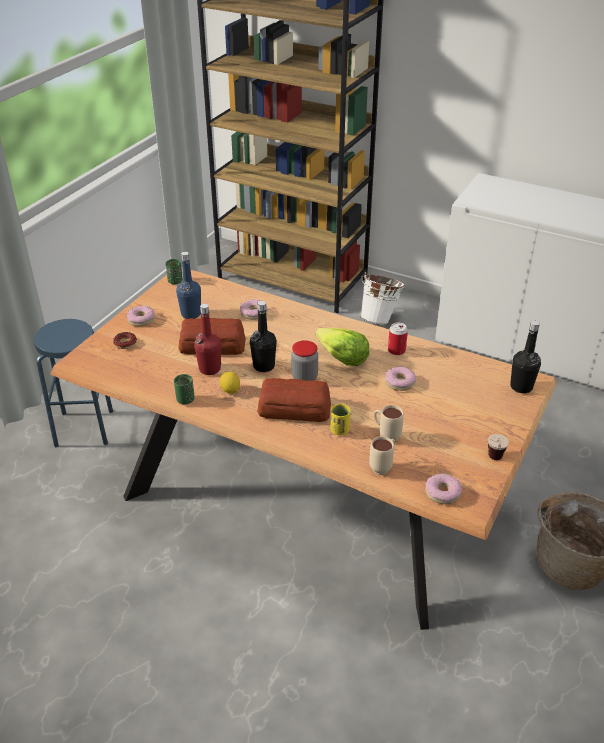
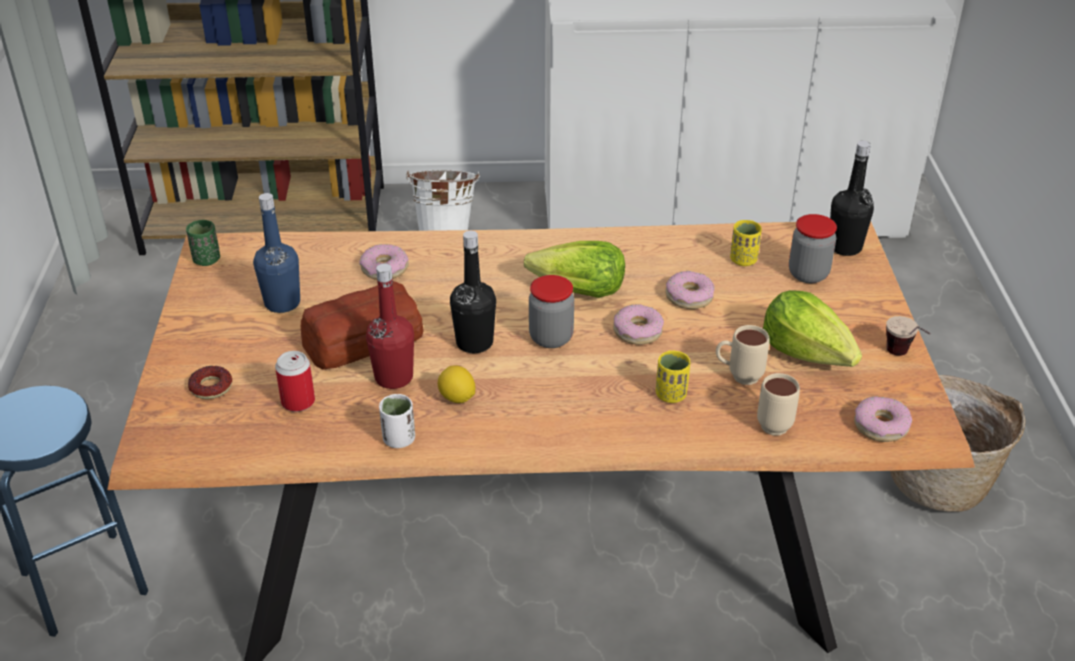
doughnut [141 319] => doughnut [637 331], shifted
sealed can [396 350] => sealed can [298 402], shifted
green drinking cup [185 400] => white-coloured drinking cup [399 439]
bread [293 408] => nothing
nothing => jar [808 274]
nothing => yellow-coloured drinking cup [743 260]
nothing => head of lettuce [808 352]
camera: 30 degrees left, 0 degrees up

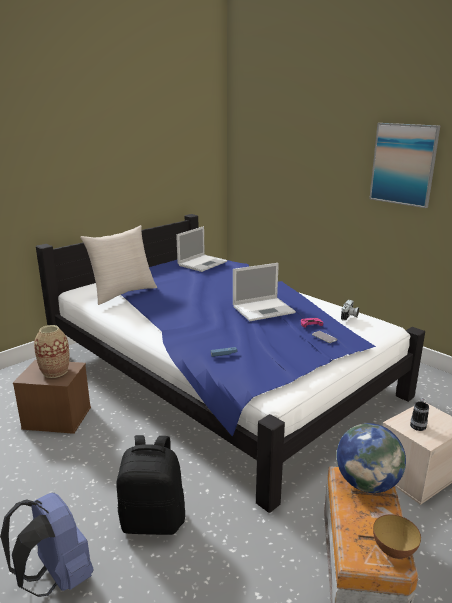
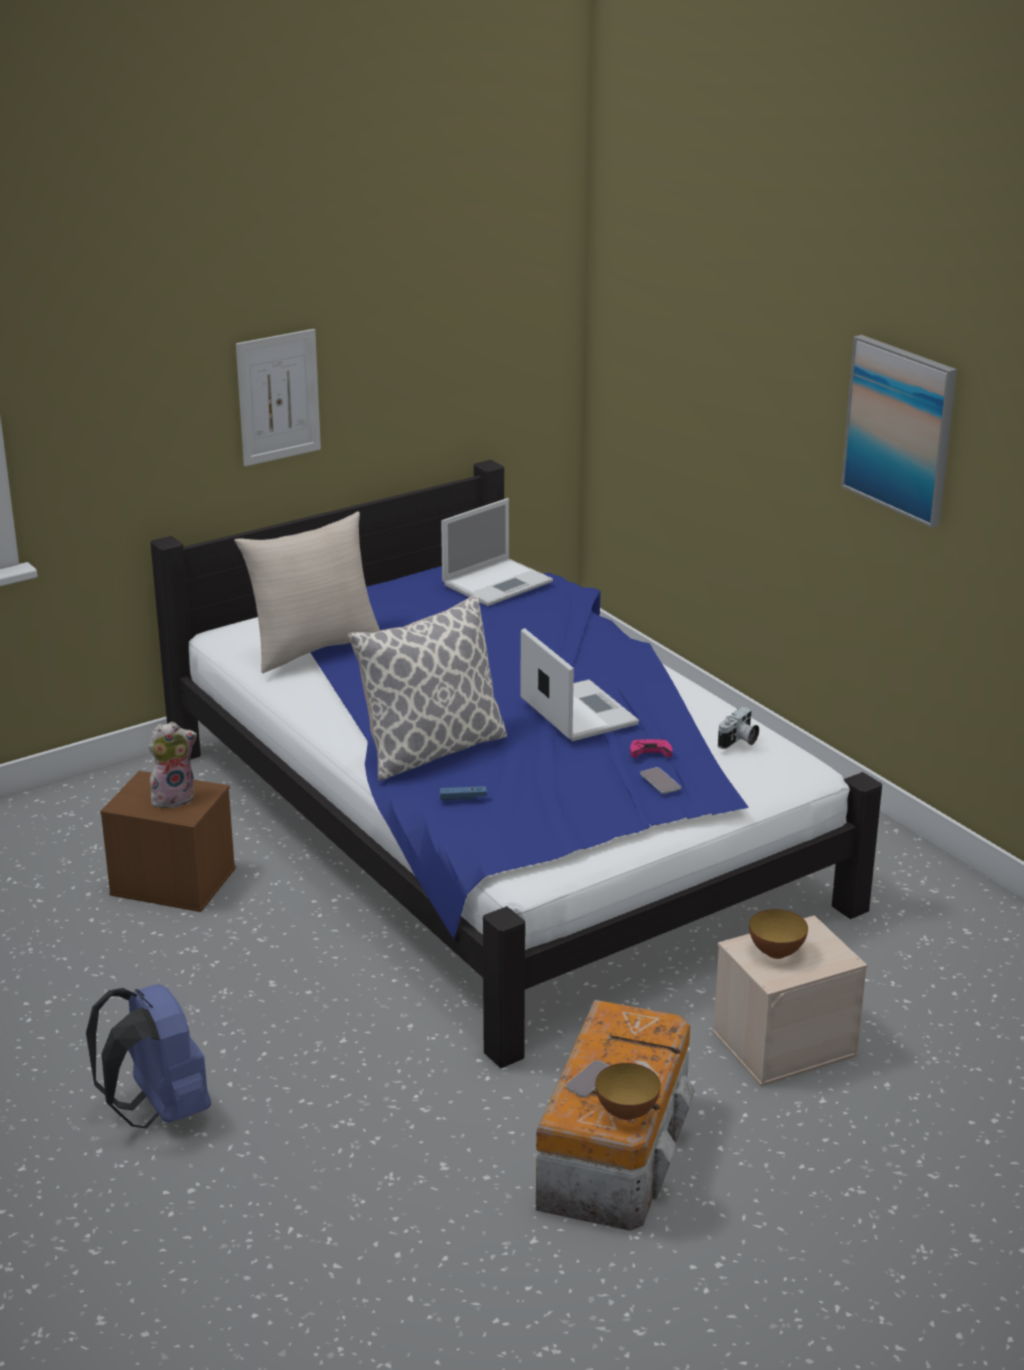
laptop [264 309] => laptop [577 711], 105 degrees counterclockwise
vase [55 371] => plush toy [173 797]
tea mug [418 424] => serving bowl [776 953]
world globe [367 483] => nothing
blackish backpack [153 520] => nothing
nothing => picture [278 397]
nothing => cushion [431 750]
nothing => telephone [590 1079]
camera: 10 degrees right, 5 degrees up

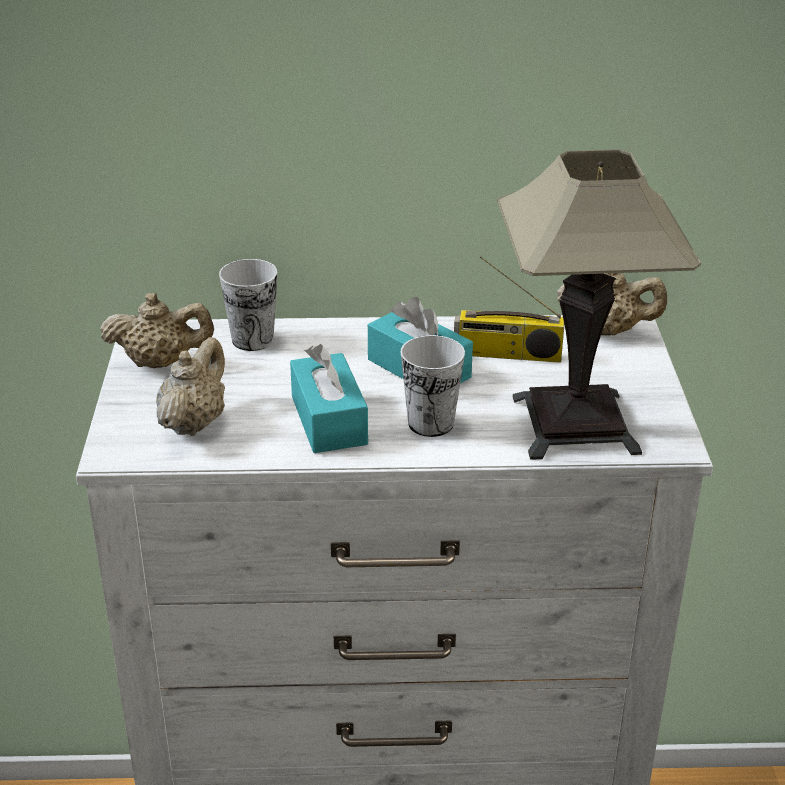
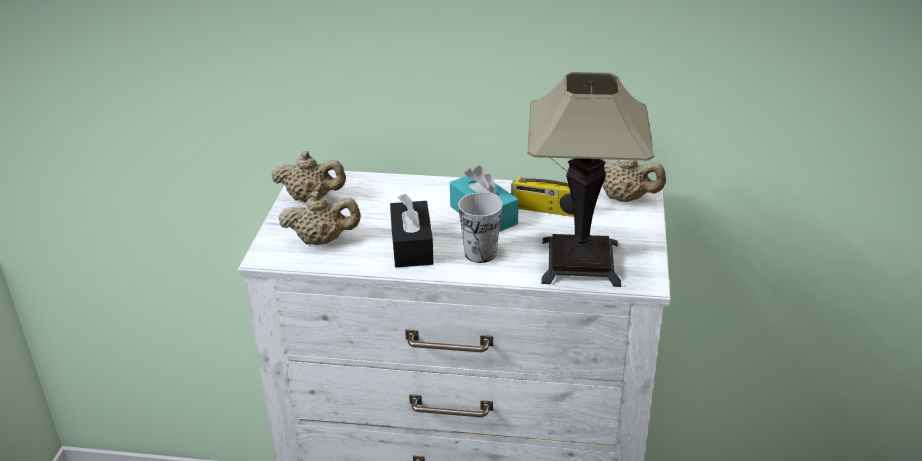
drinking cup [252 340] => nothing
beige teapot [194 423] => beige teapot [322 241], 60 degrees clockwise
blue-green box of tissues [329 420] => blackish box of tissues [412 246]
camera: 10 degrees right, 0 degrees up

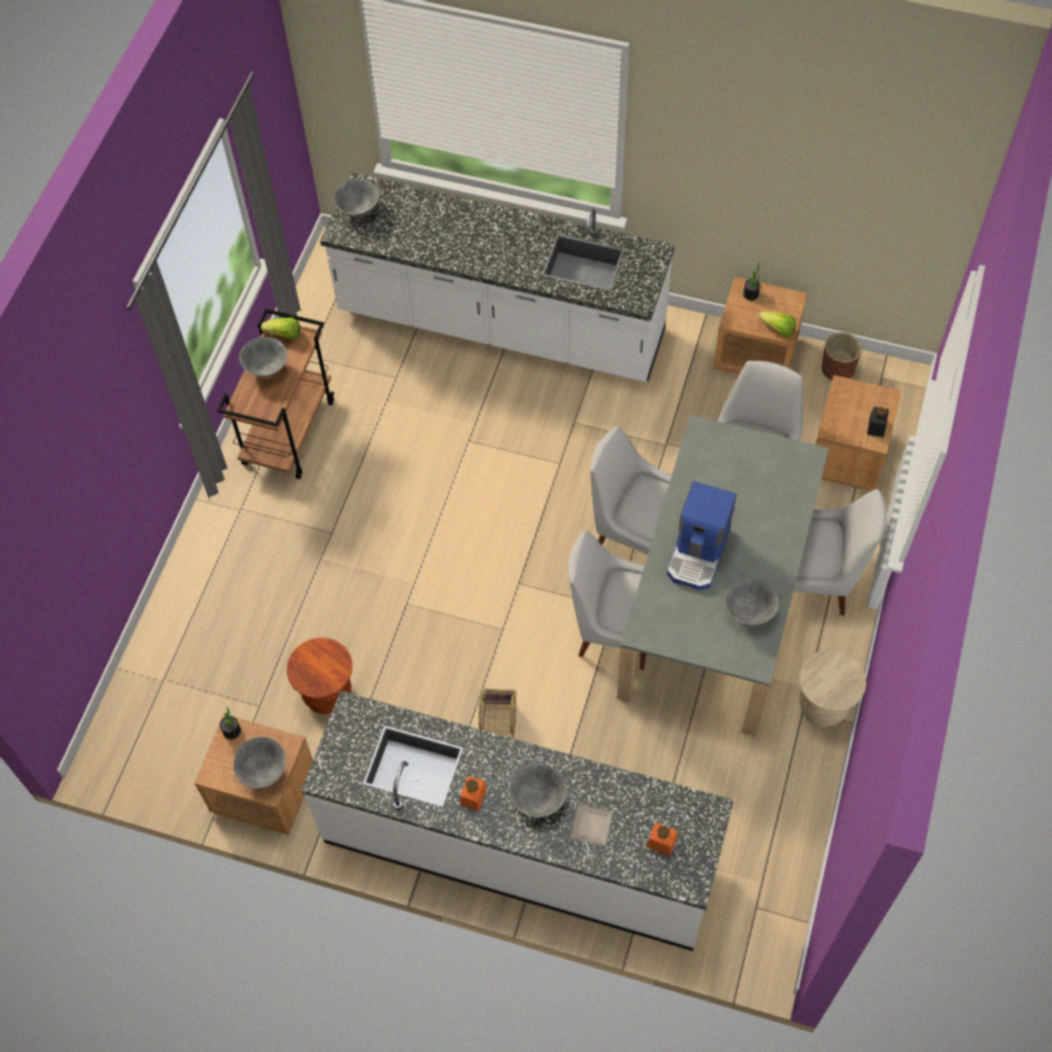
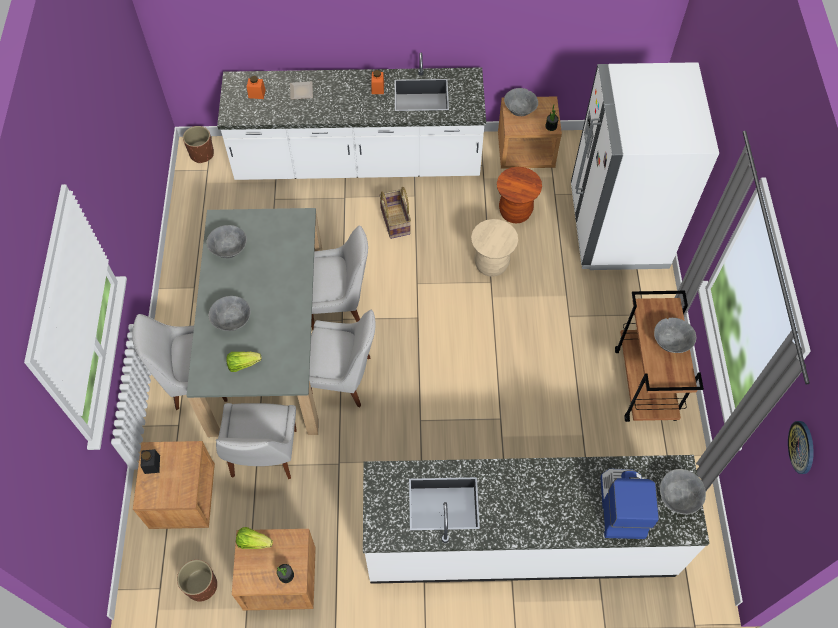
head of lettuce [284 335] => head of lettuce [243 364], shifted
coffee maker [699 553] => coffee maker [621 505], shifted
beige sitting stool [822 707] => beige sitting stool [491 264], shifted
grey serving bowl [537 799] => grey serving bowl [233 322], shifted
nothing => white-coloured fridge [617 227]
nothing => brown plant pot [202 154]
nothing => clock on the wall [802 447]
camera: 160 degrees right, 0 degrees up

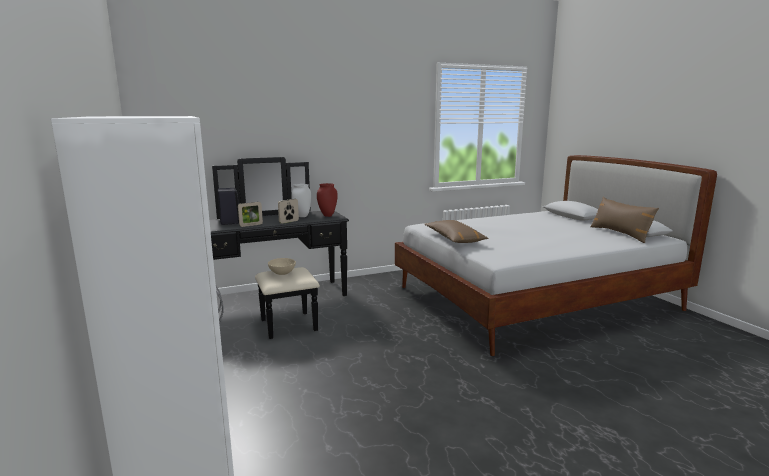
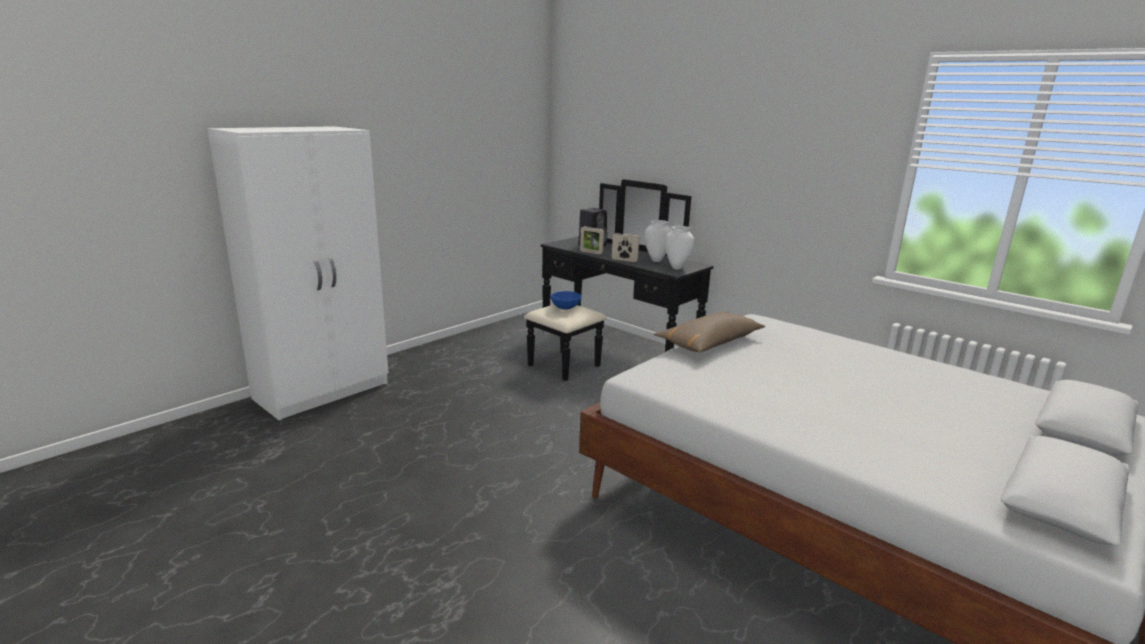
red vase [328 215] => white-coloured vase [677 268]
brown cushion [620 234] => nothing
beige serving bowl [282 273] => blue-coloured serving bowl [566 308]
camera: 65 degrees right, 5 degrees up

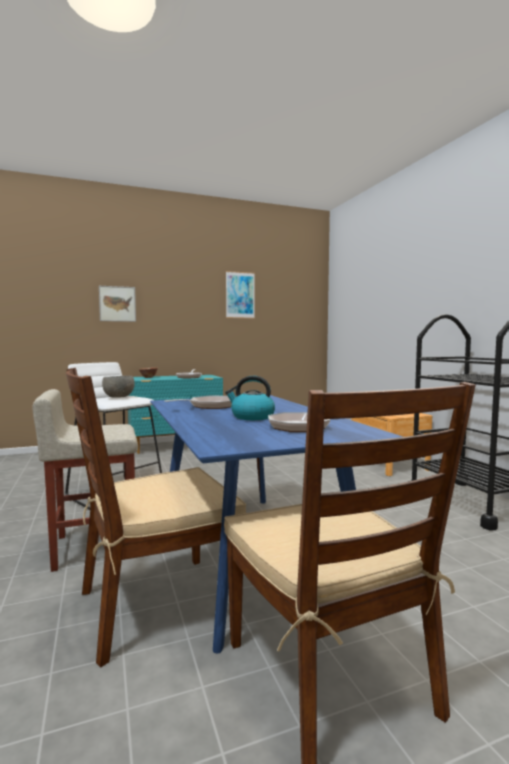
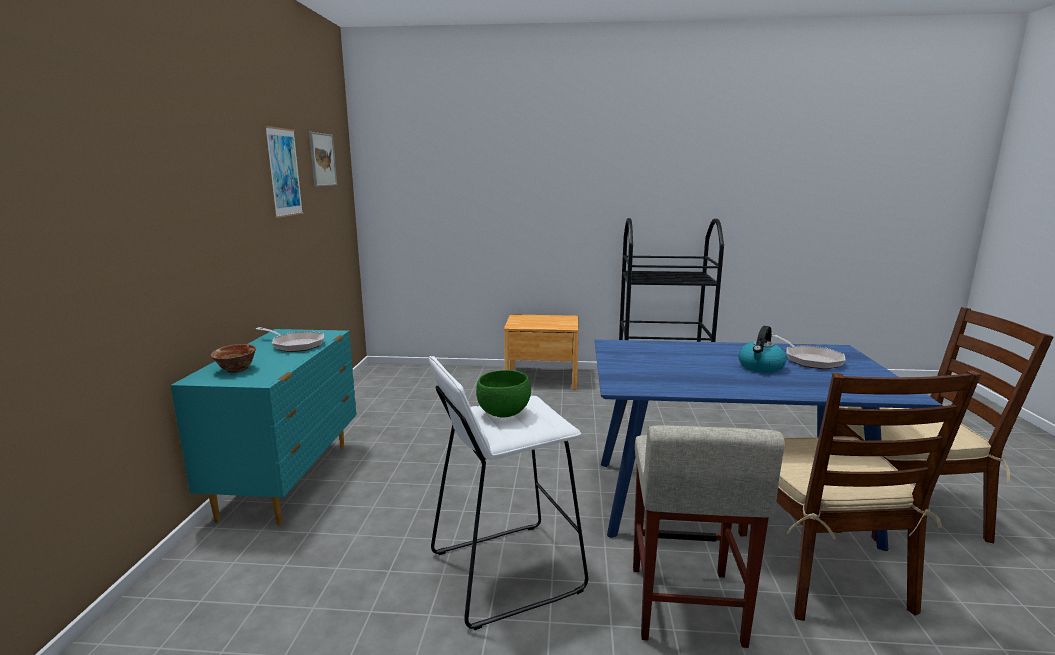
picture [117 304] => picture [322 159], shifted
grey serving bowl [119 397] => green serving bowl [503 413]
pan [210 406] => nothing
camera: 65 degrees left, 10 degrees up

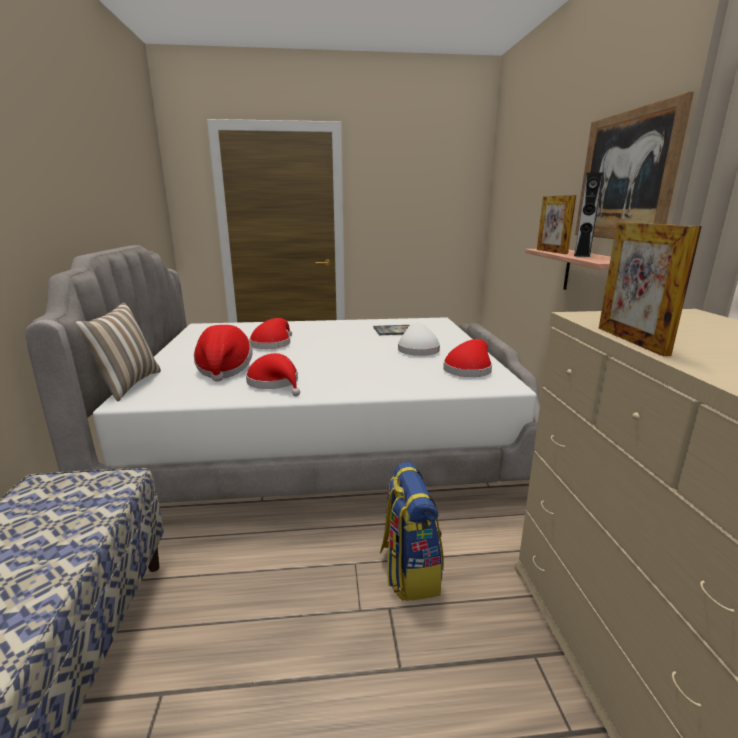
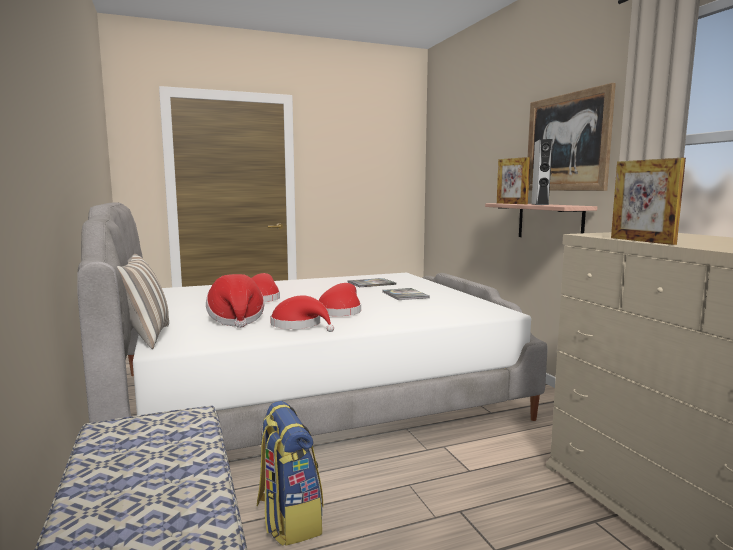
white-coloured wearable hat [417 349] => bound book [405 295]
red wearable hat [468 369] => red wearable hat [340 311], shifted
backpack [409 571] => backpack [288 519], shifted
camera: 15 degrees left, 10 degrees down

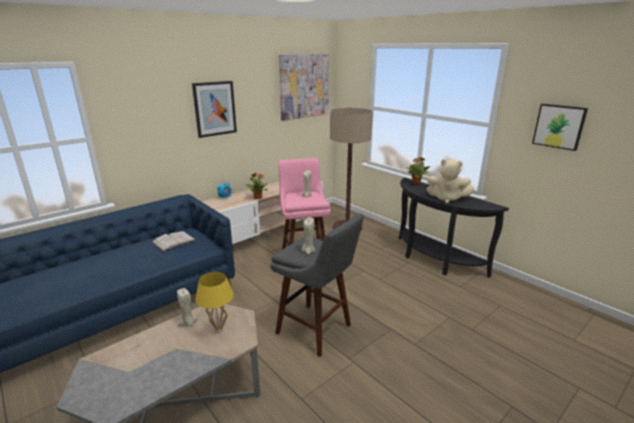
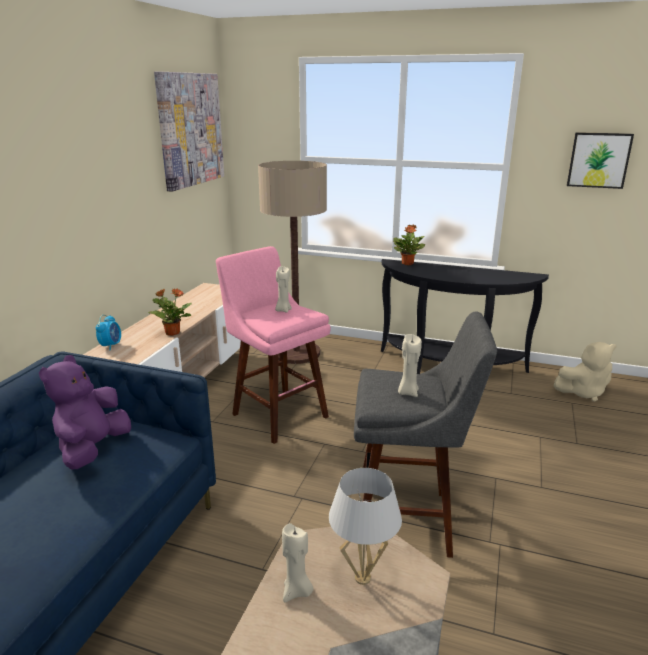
picture [214 108] => nothing
beige plush toy [447 198] => beige plush toy [583 392], shifted
white-coloured bound book [174 241] => purple plush toy [93 449]
yellow-coloured lamp for a table [219 330] => white-coloured lamp for a table [363 578]
camera: 30 degrees left, 0 degrees up

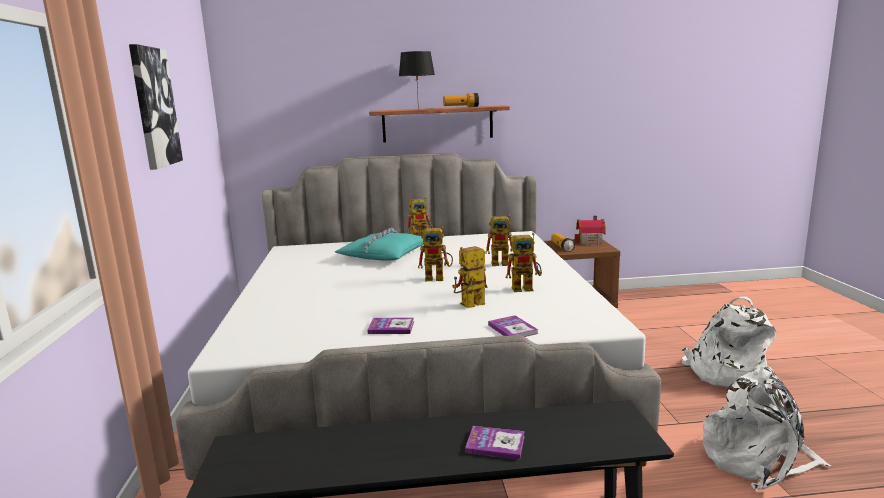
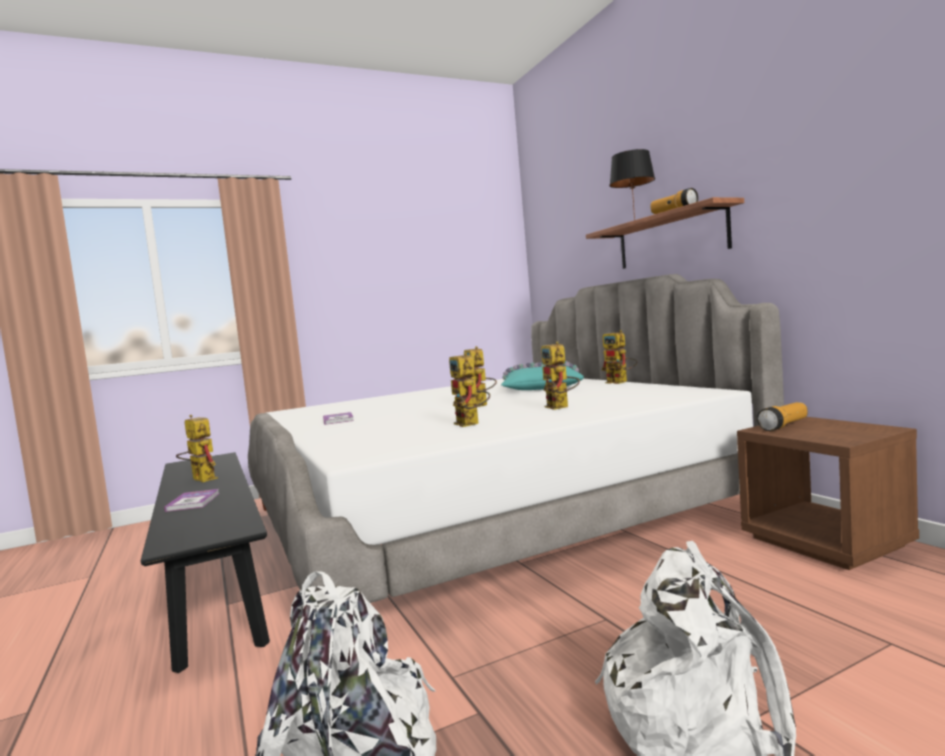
picture [154 107] => nothing
miniature house [591 242] => nothing
robot figure [469 306] => robot figure [200 479], shifted
bound book [512 329] => nothing
camera: 70 degrees right, 10 degrees down

